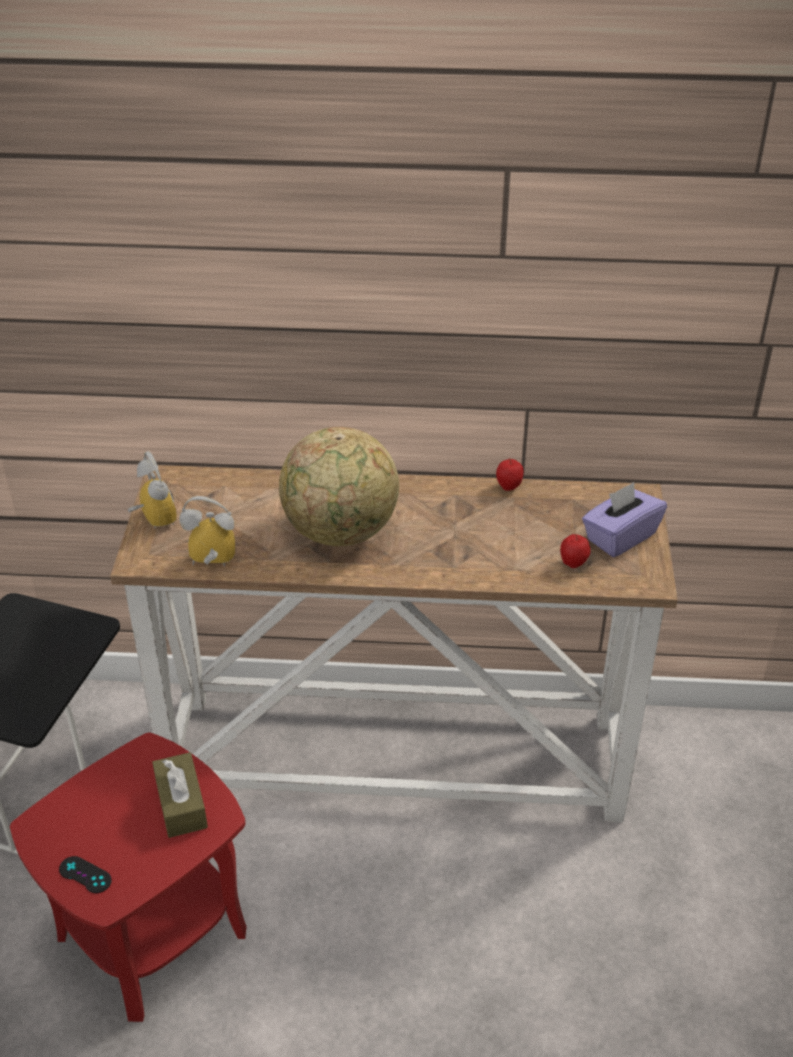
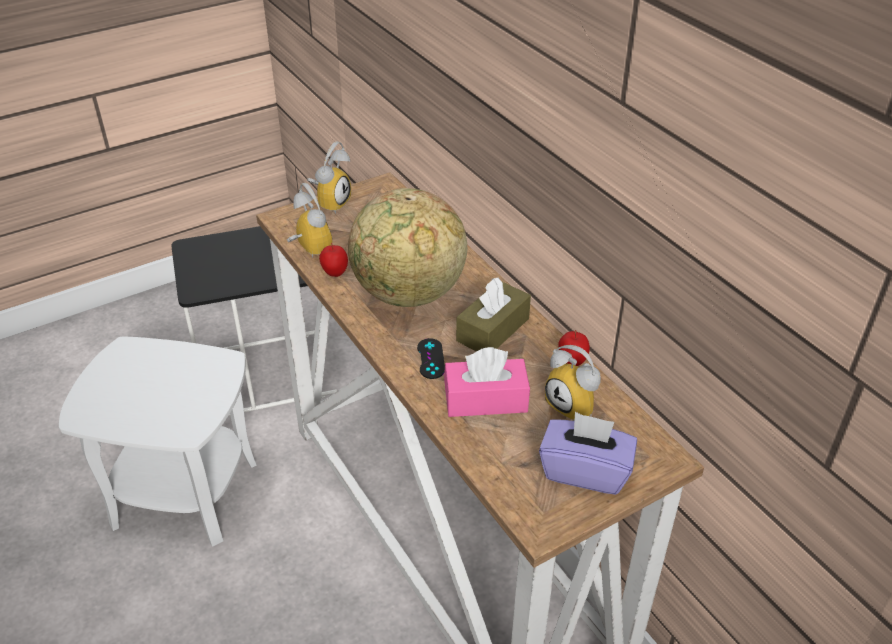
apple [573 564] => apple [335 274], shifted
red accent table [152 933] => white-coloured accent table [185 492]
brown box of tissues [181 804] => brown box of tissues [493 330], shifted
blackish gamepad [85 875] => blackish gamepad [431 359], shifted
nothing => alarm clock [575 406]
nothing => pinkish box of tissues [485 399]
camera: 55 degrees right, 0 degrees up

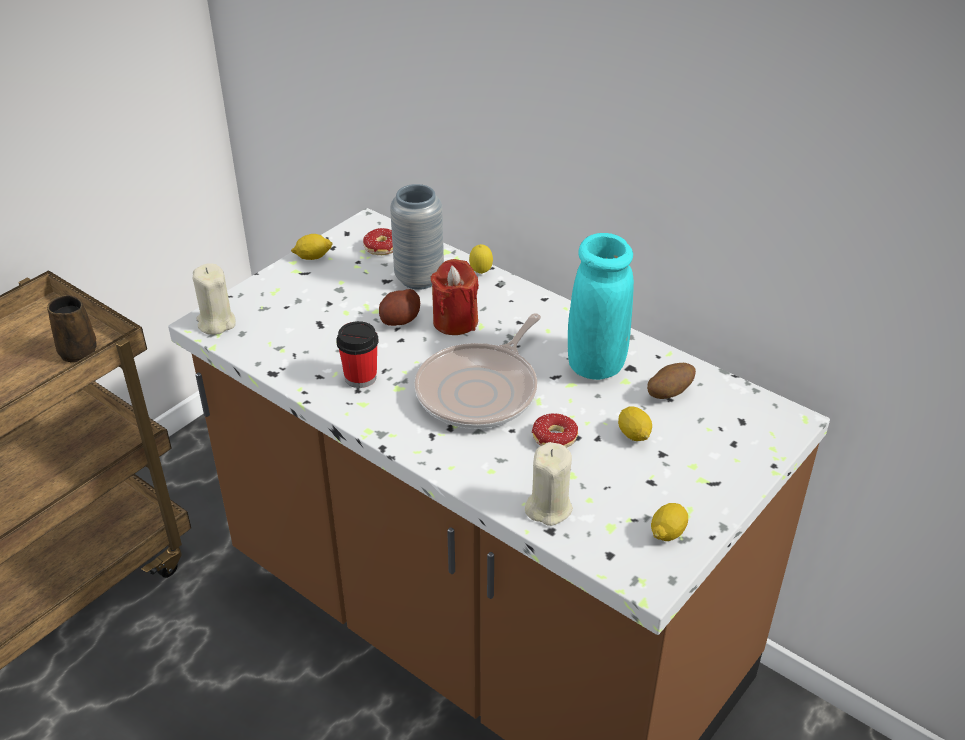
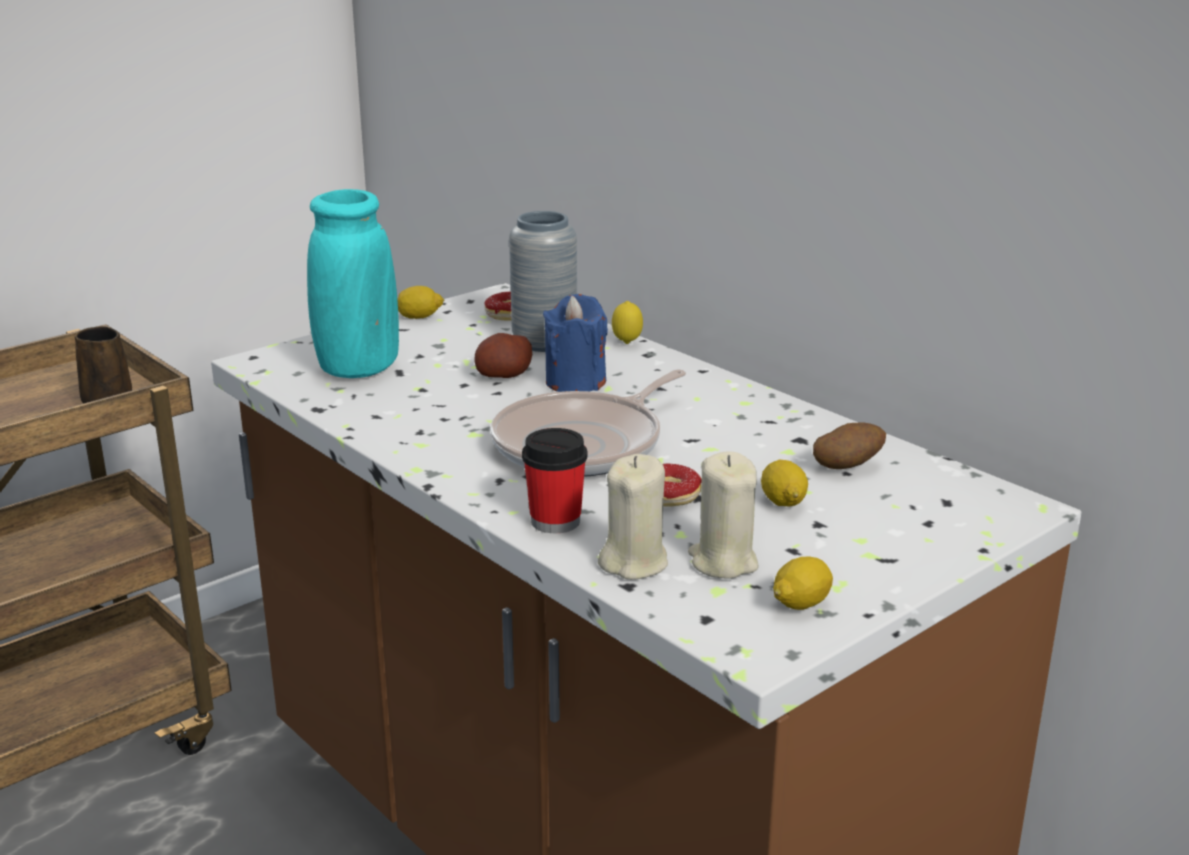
blue-green vase [596 364] => blue-green vase [359 369], shifted
red wax light [455 321] => blue-coloured wax light [575 382]
beige wax light [216 323] => beige wax light [723 562], shifted
drinking cup [360 377] => drinking cup [555 521], shifted
camera: 10 degrees right, 15 degrees down

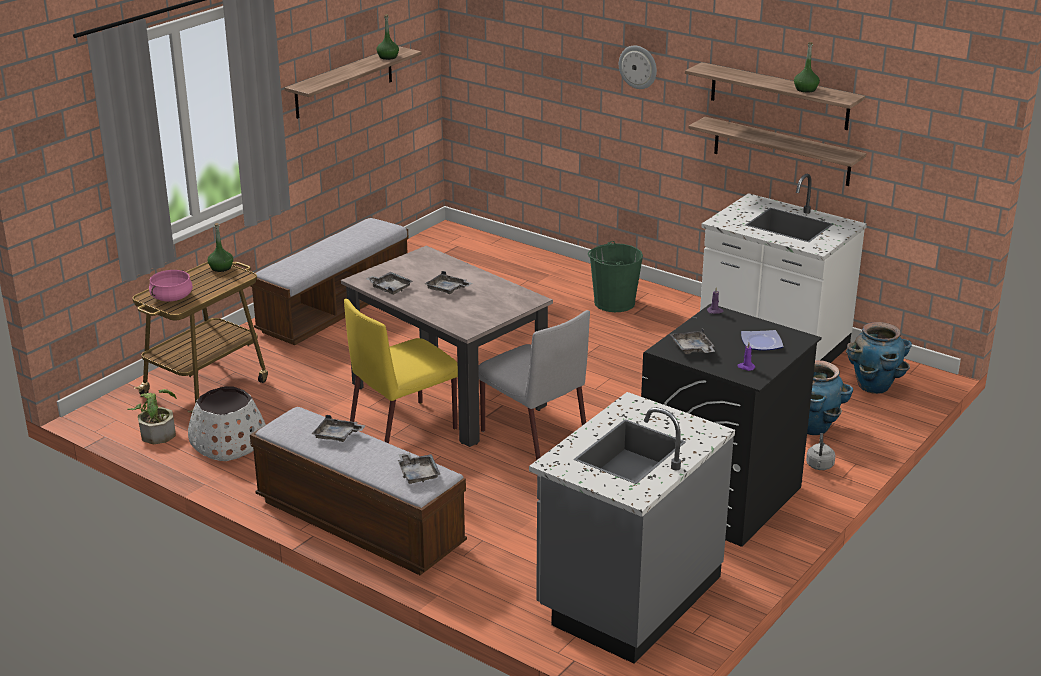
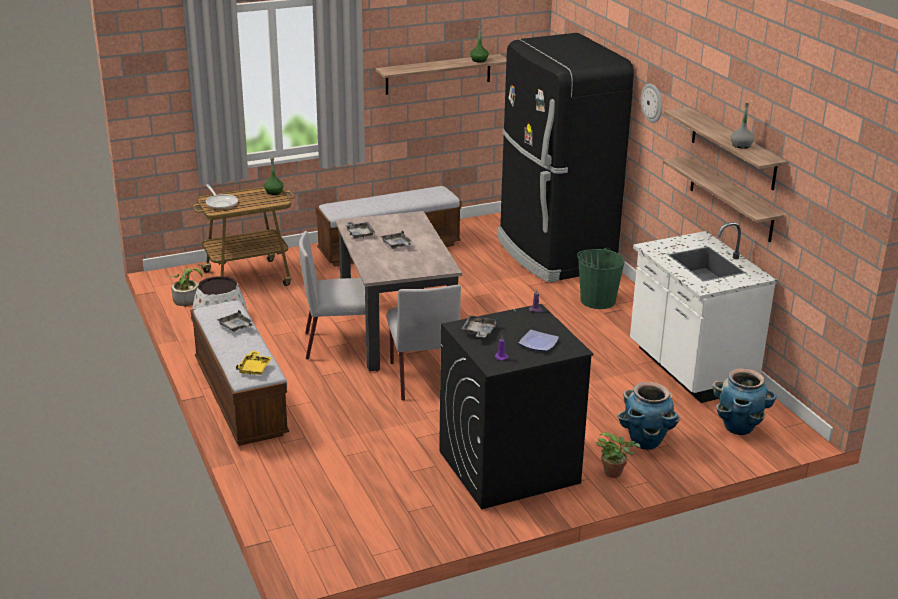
green bottle [805 89] => grey bottle [741 145]
pinkish saucepot [171 297] => pan [221 203]
yellow-coloured chair [404 428] => grey chair [342 344]
grey kitchen base unit [627 595] => nothing
grey kettle [819 466] => plant in a pot [615 473]
grey carrying tray [418 473] => yellow-coloured carrying tray [255 368]
nothing => blackish fridge [553 253]
camera: 30 degrees right, 0 degrees up

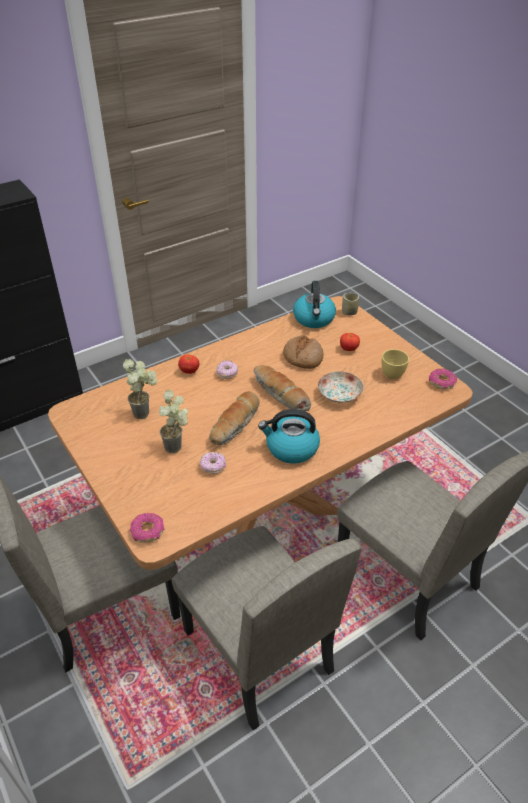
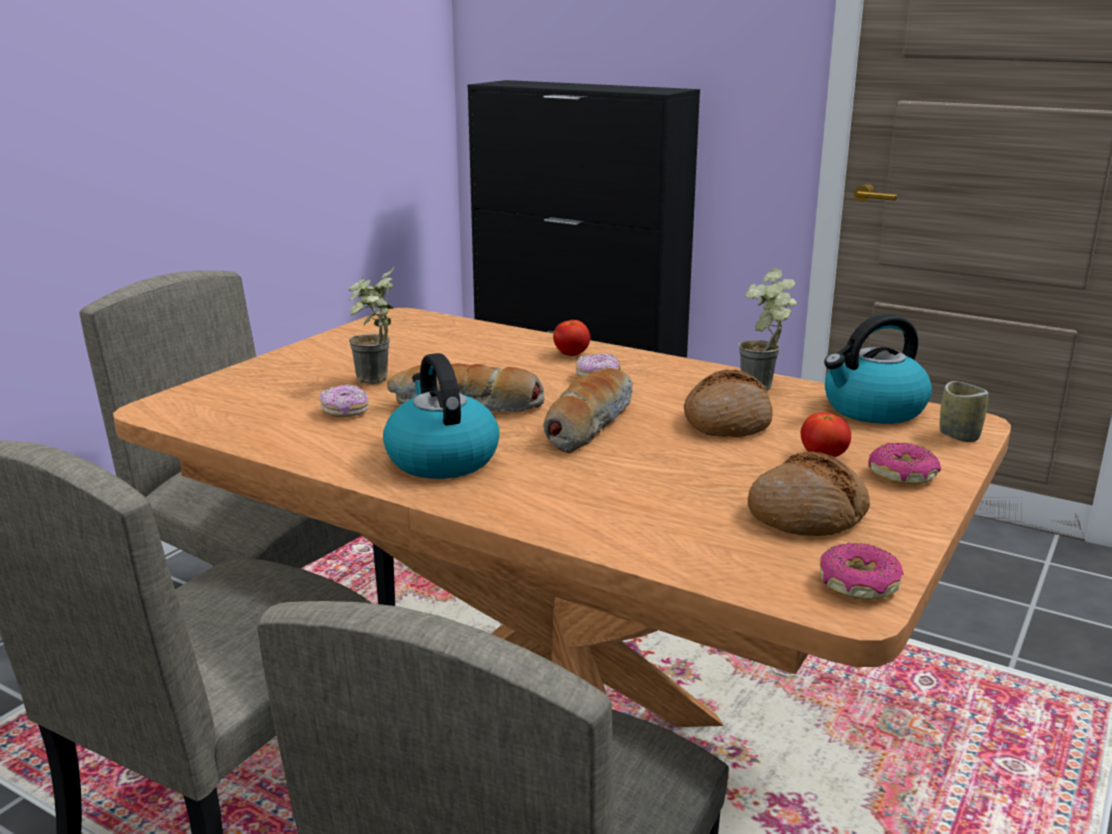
yellow-coloured drinking cup [391 372] => bread [807 514]
plant in a pot [146 412] => plant in a pot [765 389], shifted
flat dish [339 394] => nothing
doughnut [148 531] => doughnut [903 475], shifted
camera: 65 degrees right, 20 degrees down

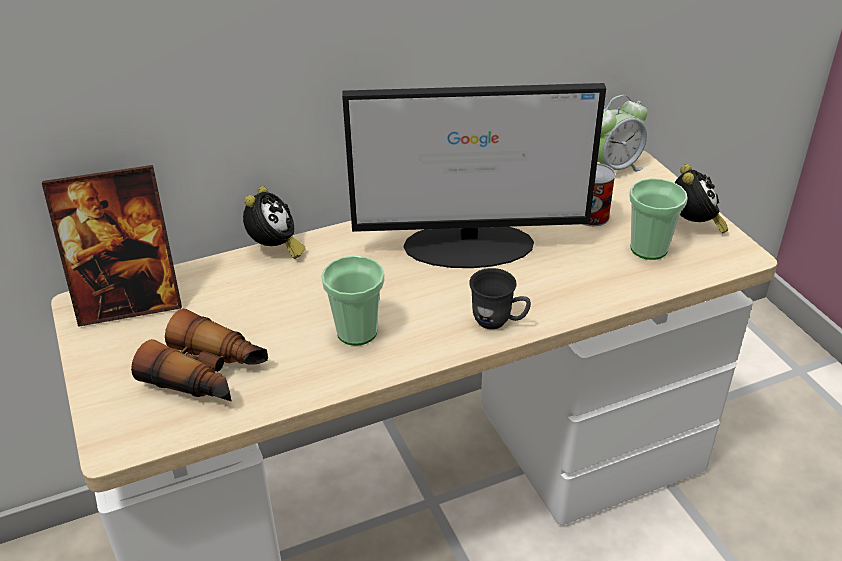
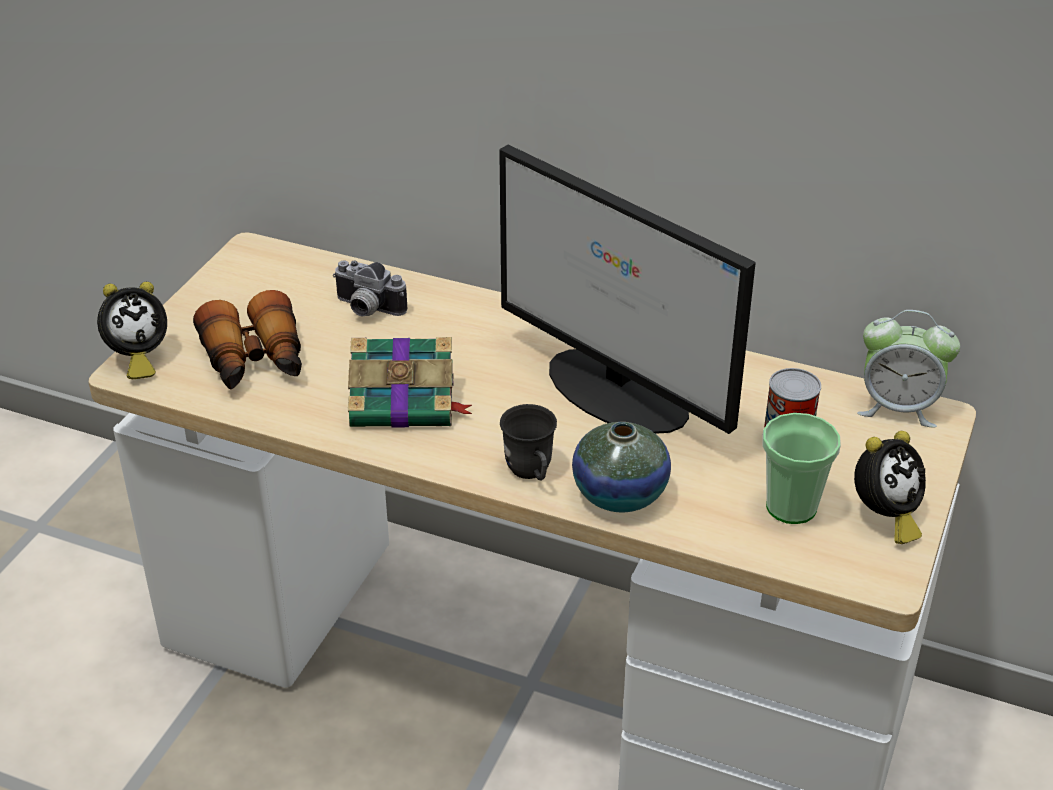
standing frame [130 303] => nothing
alarm clock [275 249] => alarm clock [137 359], shifted
drinking cup [357 332] => bound book [405 402]
nothing => photo camera [366 309]
nothing => vase [620 494]
camera: 45 degrees right, 0 degrees up

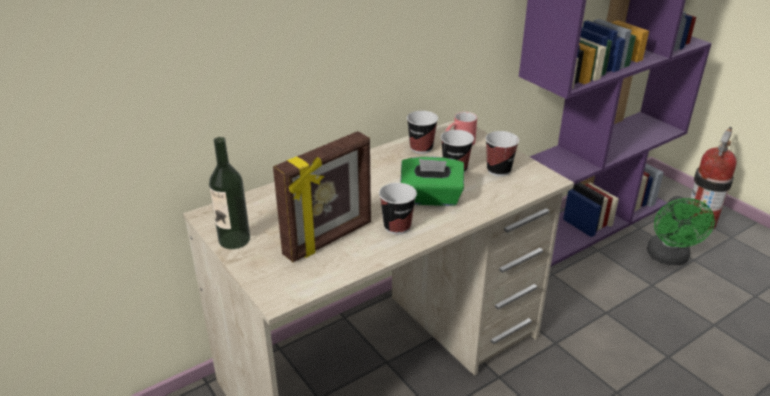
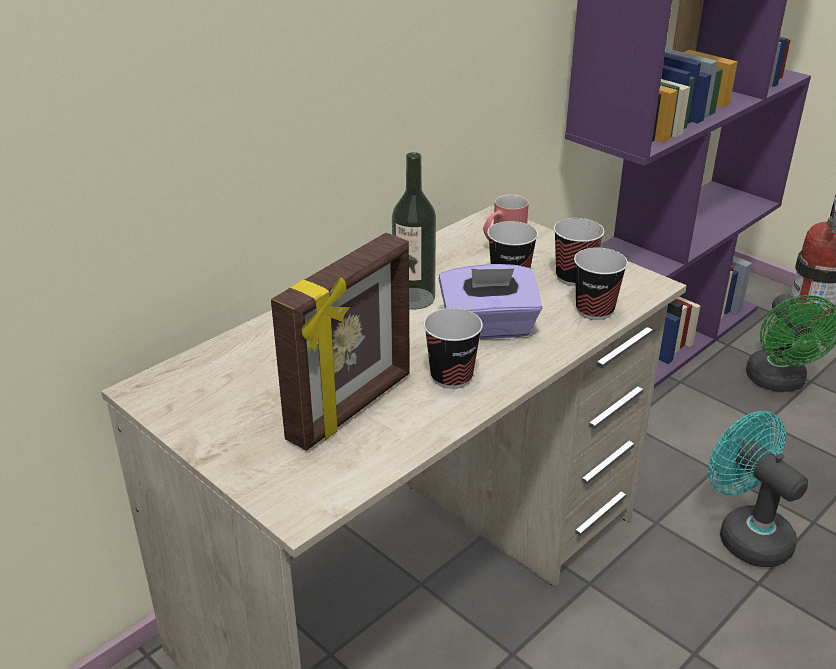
drinking cup [421 148] => drinking cup [594 310], shifted
bottle [234 240] => bottle [414 298], shifted
green box of tissues [431 198] => purple box of tissues [488 328]
nothing => blue-green electric fan [745 534]
camera: 10 degrees left, 0 degrees up

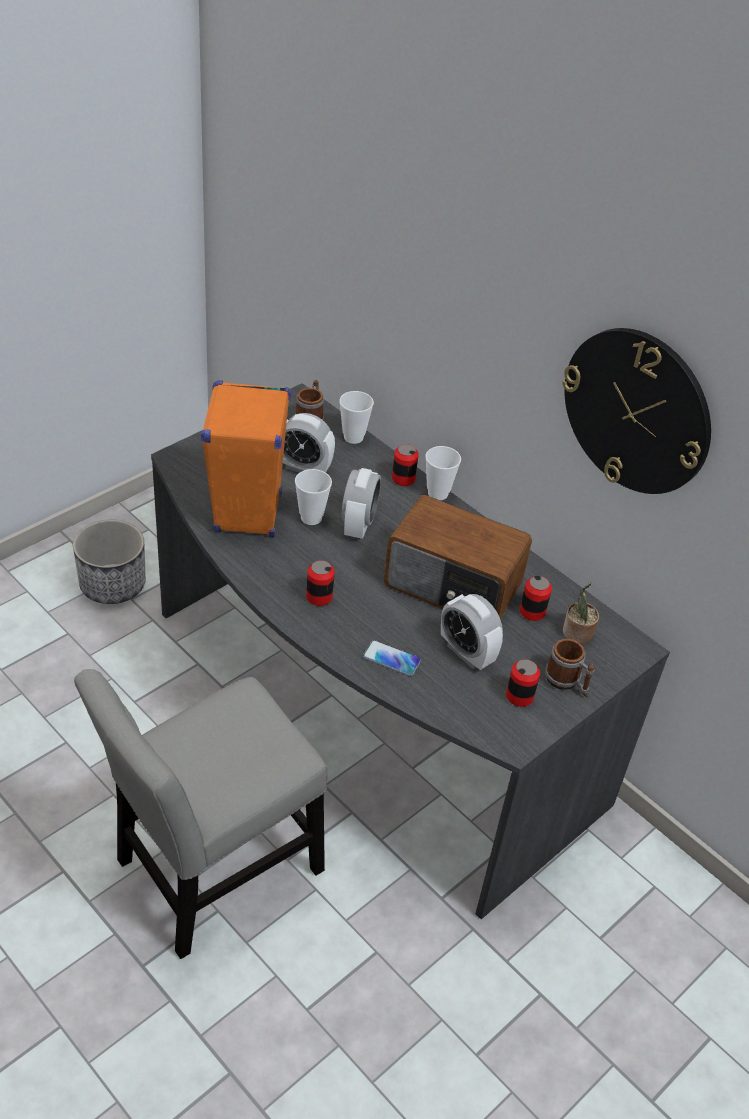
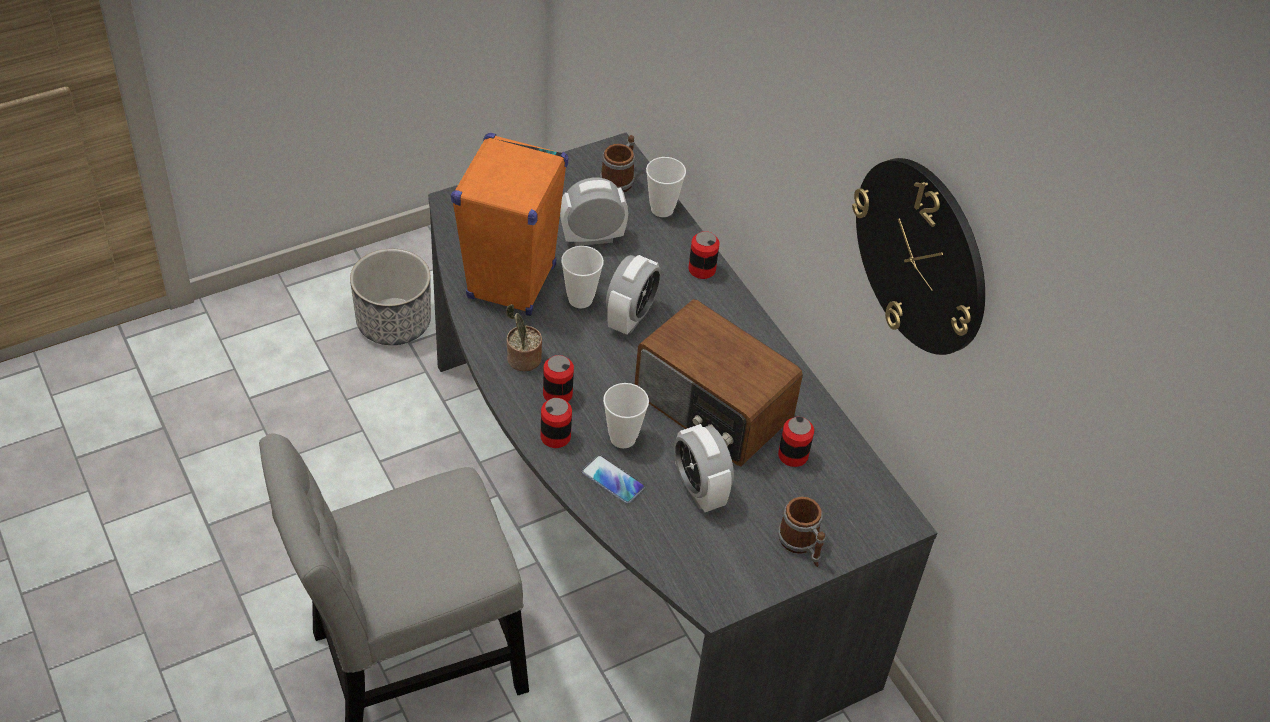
alarm clock [303 468] => alarm clock [592 237], 135 degrees clockwise
drinking cup [438 493] => drinking cup [622 438], shifted
plant in a pot [577 634] => plant in a pot [522 360], shifted
sealed can [519 696] => sealed can [555 437], shifted
camera: 15 degrees right, 5 degrees up

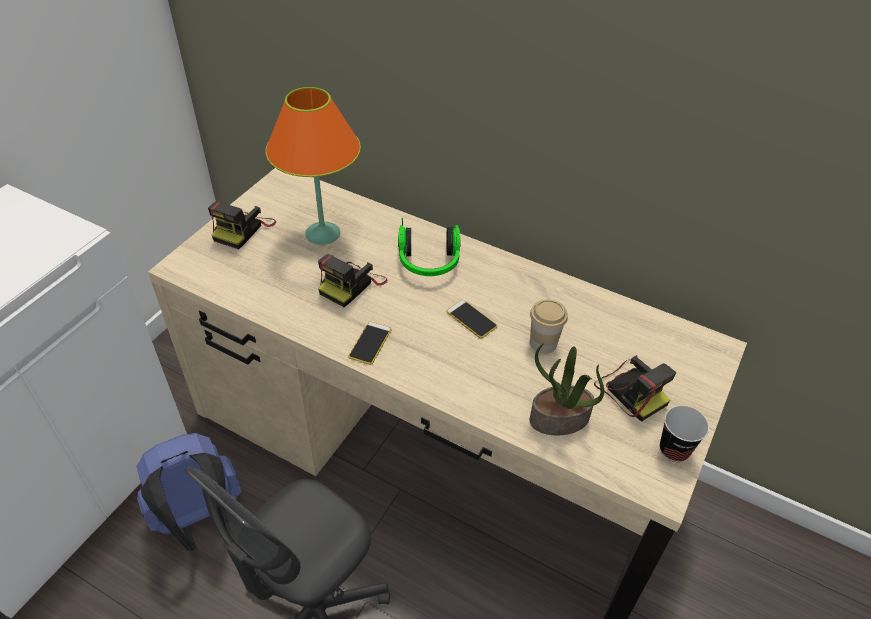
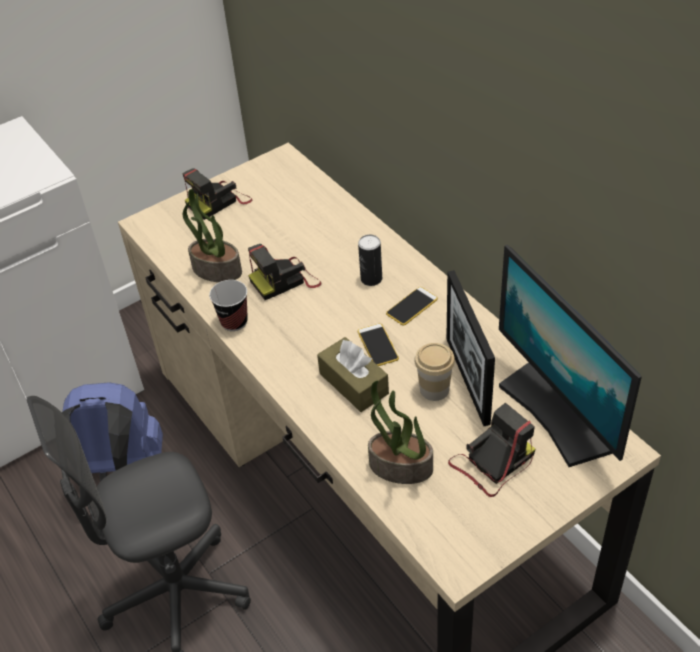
orange lamp for a table [322 234] => nothing
headphones [429 264] => sealed can [371 278]
telephone [370 343] => telephone [412 306], shifted
photo camera [630 391] => photo camera [492 463], 120 degrees counterclockwise
drinking cup [674 450] => drinking cup [234 322], shifted
nothing => plant in a pot [216 270]
nothing => computer screen [557 413]
nothing => standing frame [467 380]
nothing => brown box of tissues [353 383]
camera: 30 degrees right, 0 degrees up

